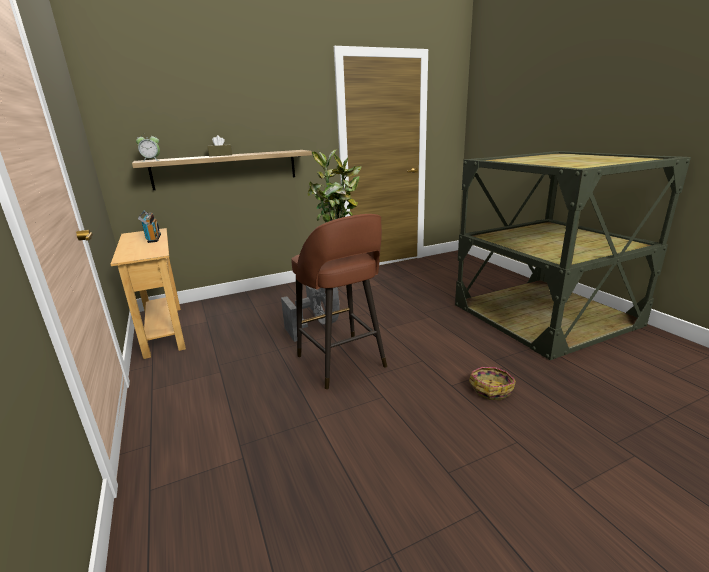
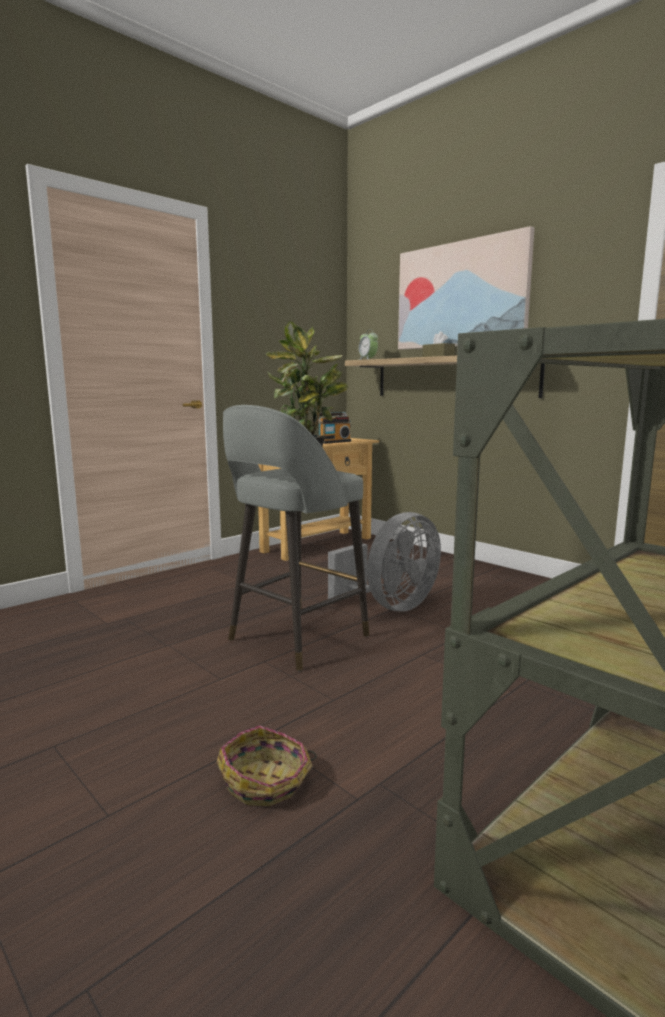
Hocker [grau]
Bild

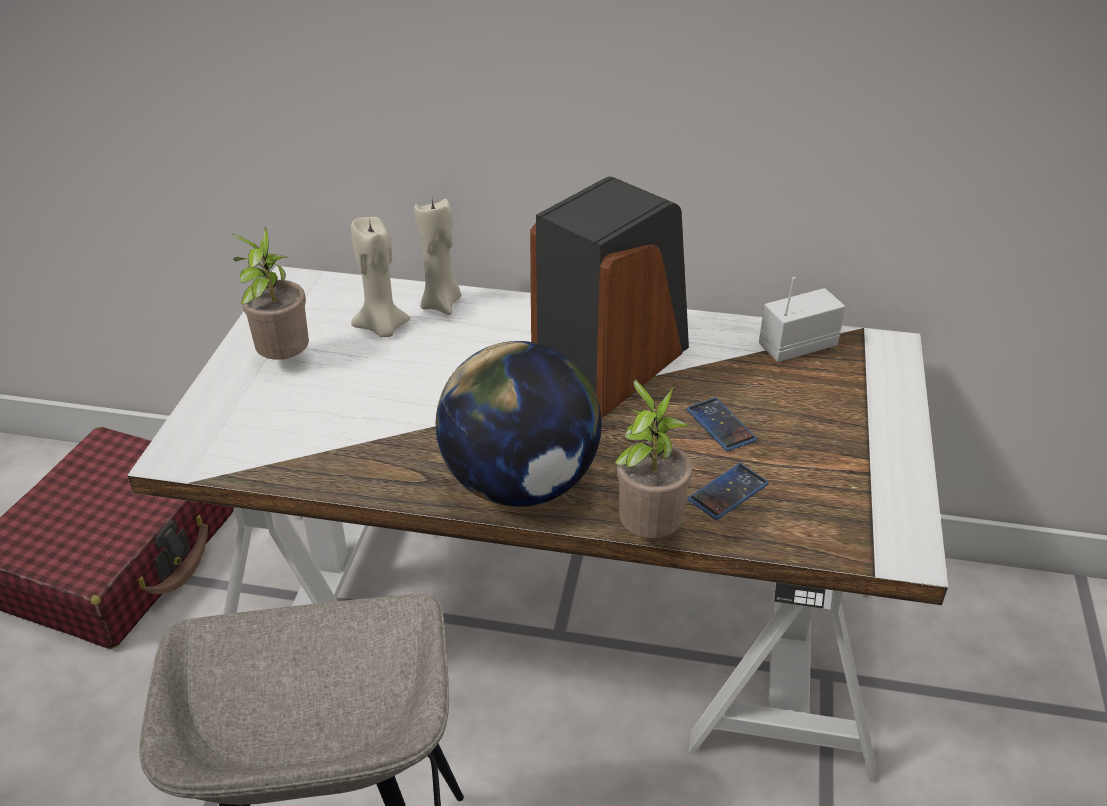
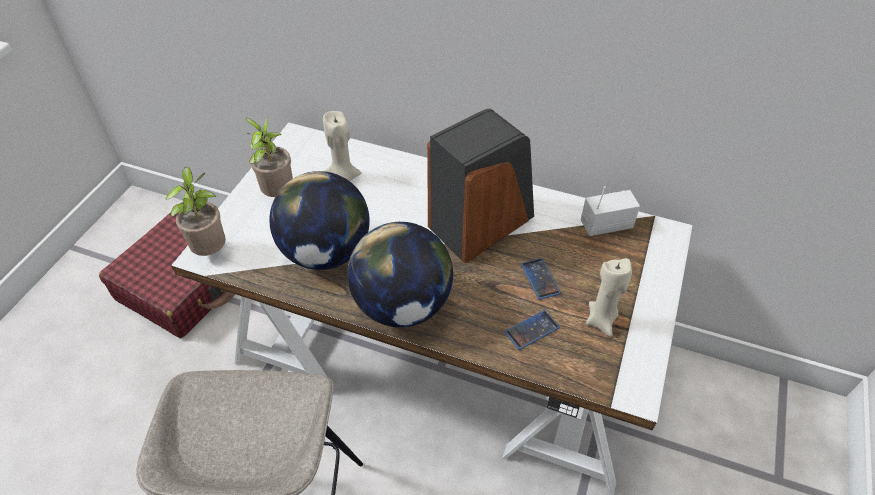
Kerze [beige] (no. 2 from left)
Topfpflanze (no. 1 from left)
Globus (no. 1 from left)

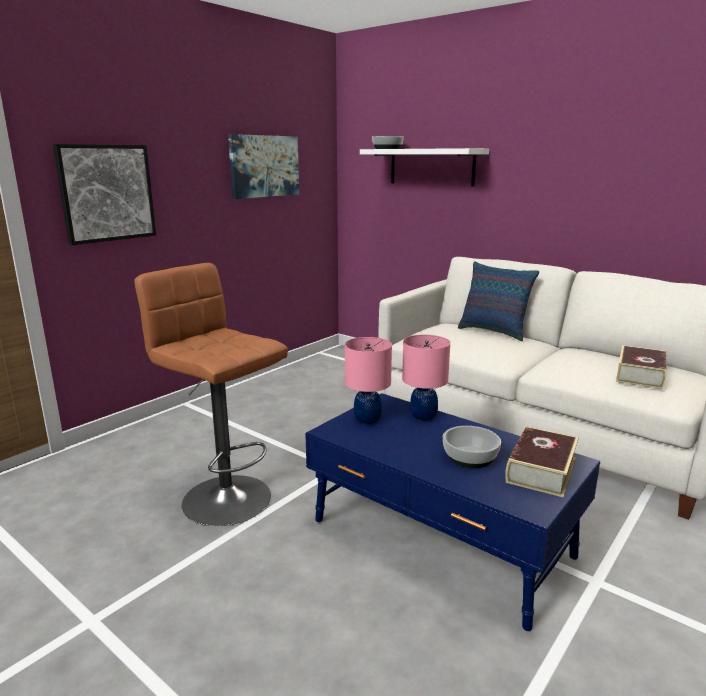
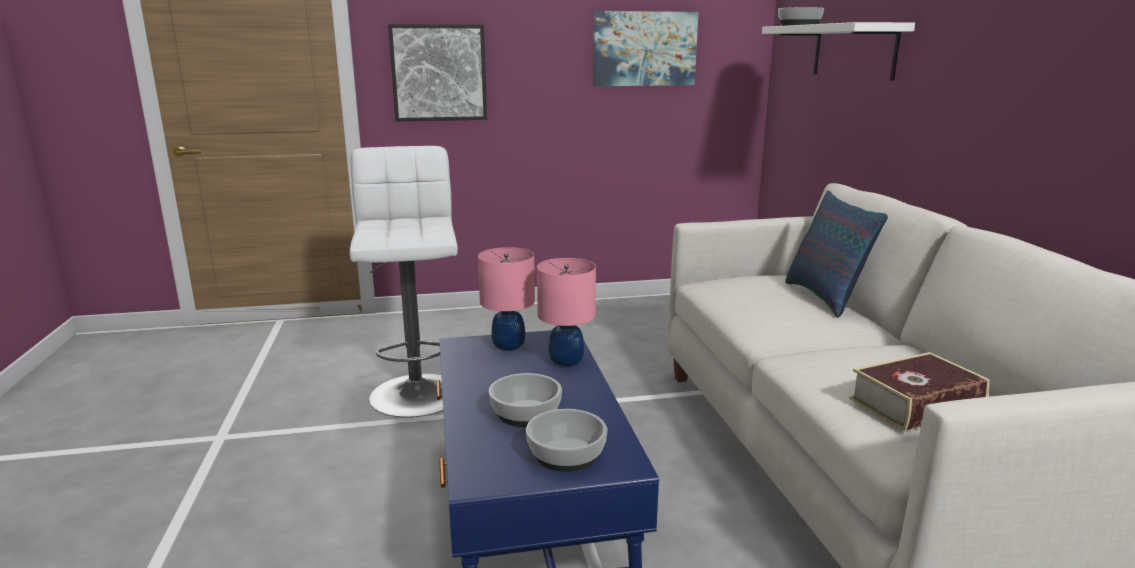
Hocker [weiß]
Schüssel (no. 2 from left)

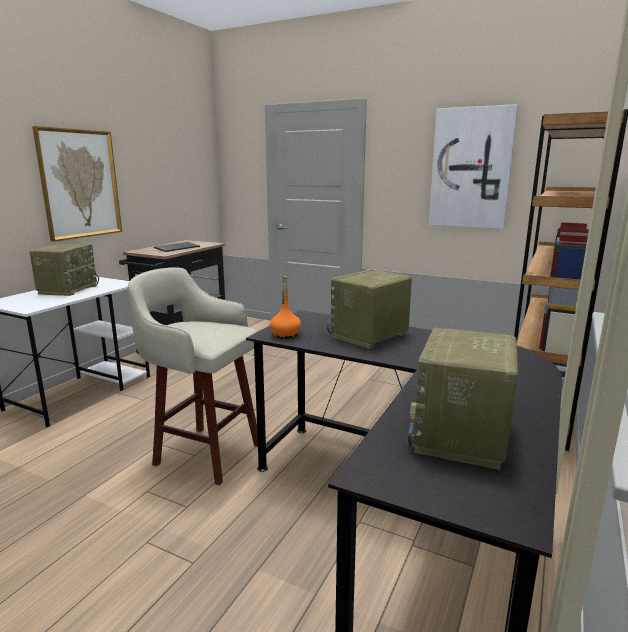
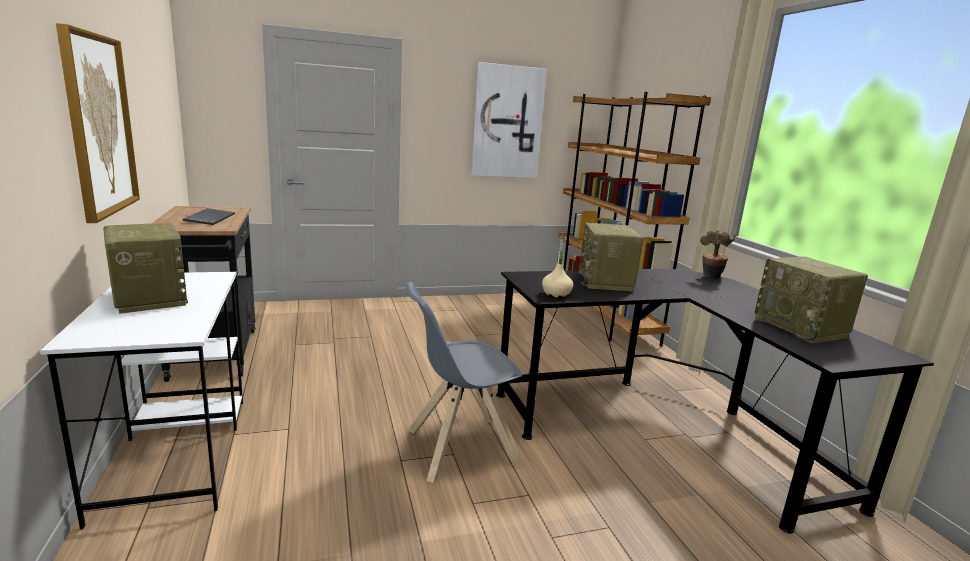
Stuhl [grau]
Flasche [beige]
Topfpflanze

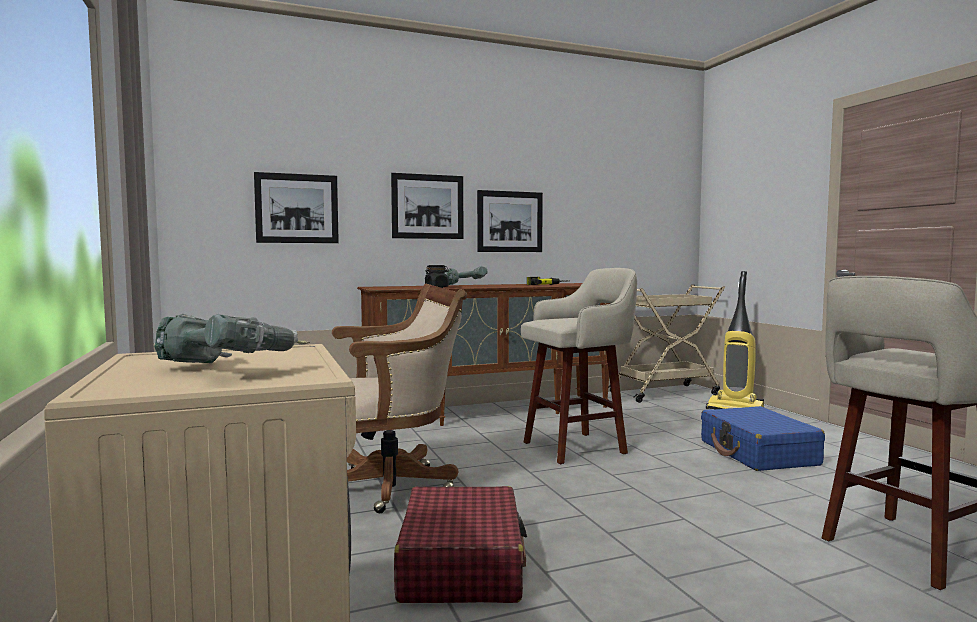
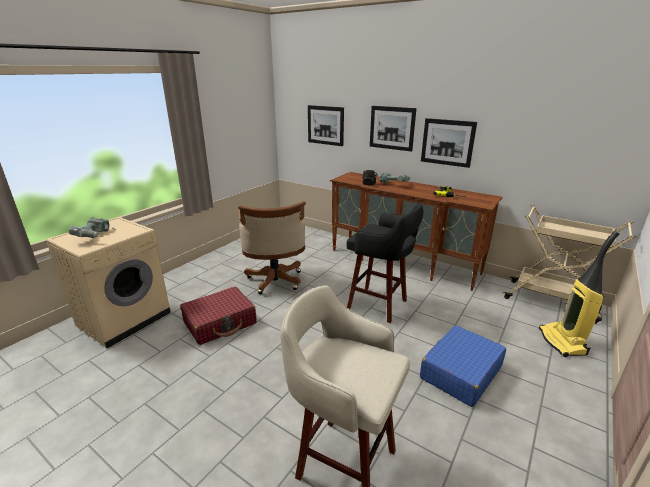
Hocker [schwarz]
Bürostuhl

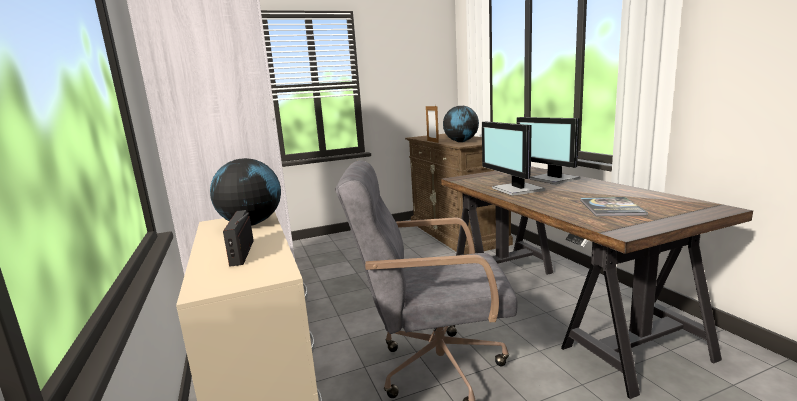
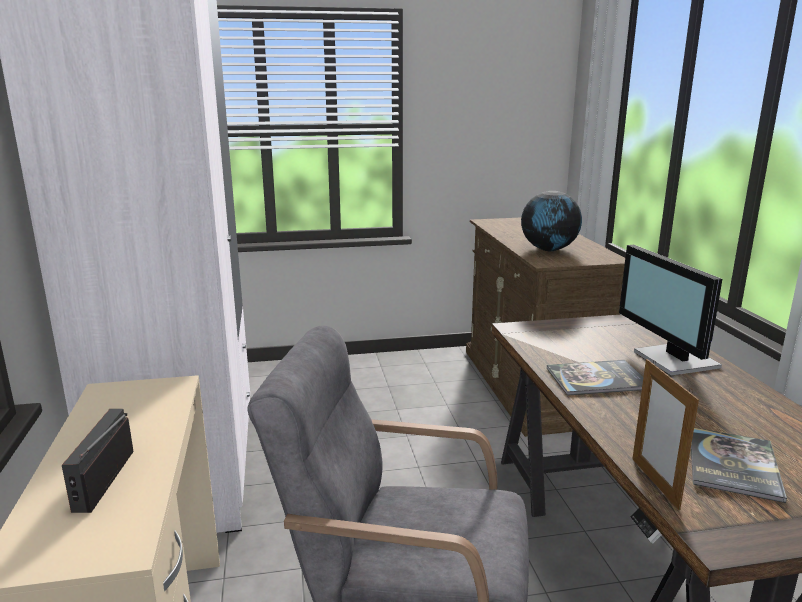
Bilderrahmen
Buch (no. 1 from left)
Globus (no. 1 from left in the first image)

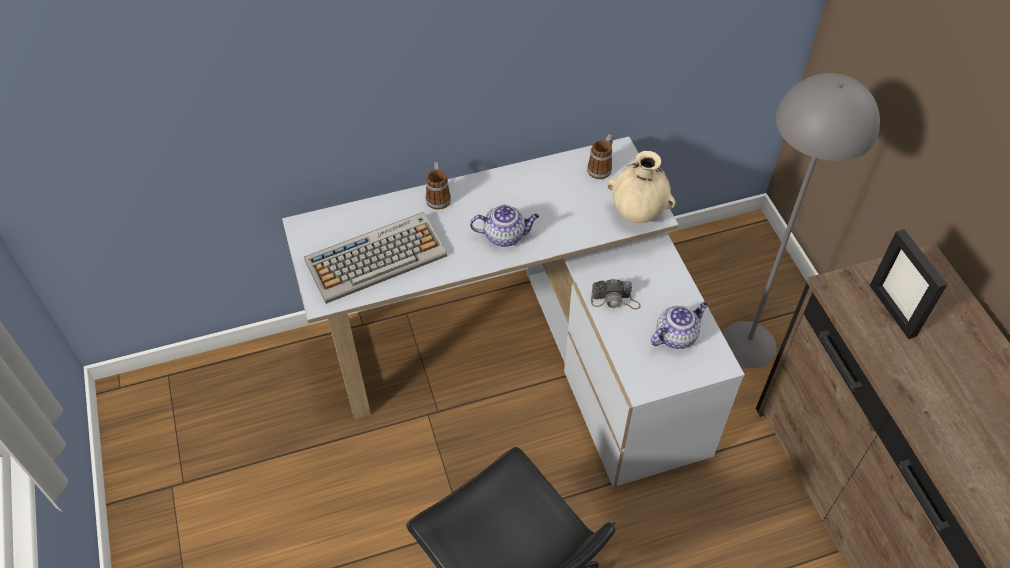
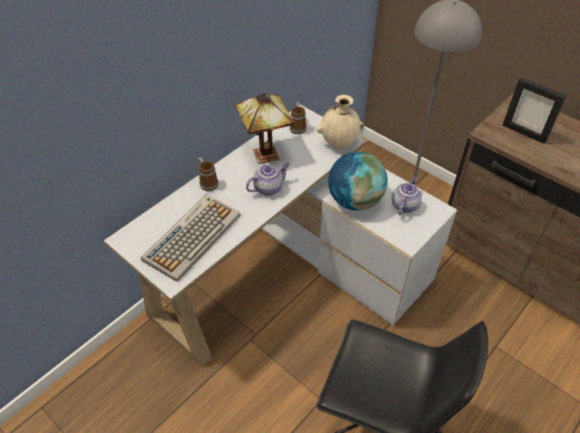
Globus
Tischlampe

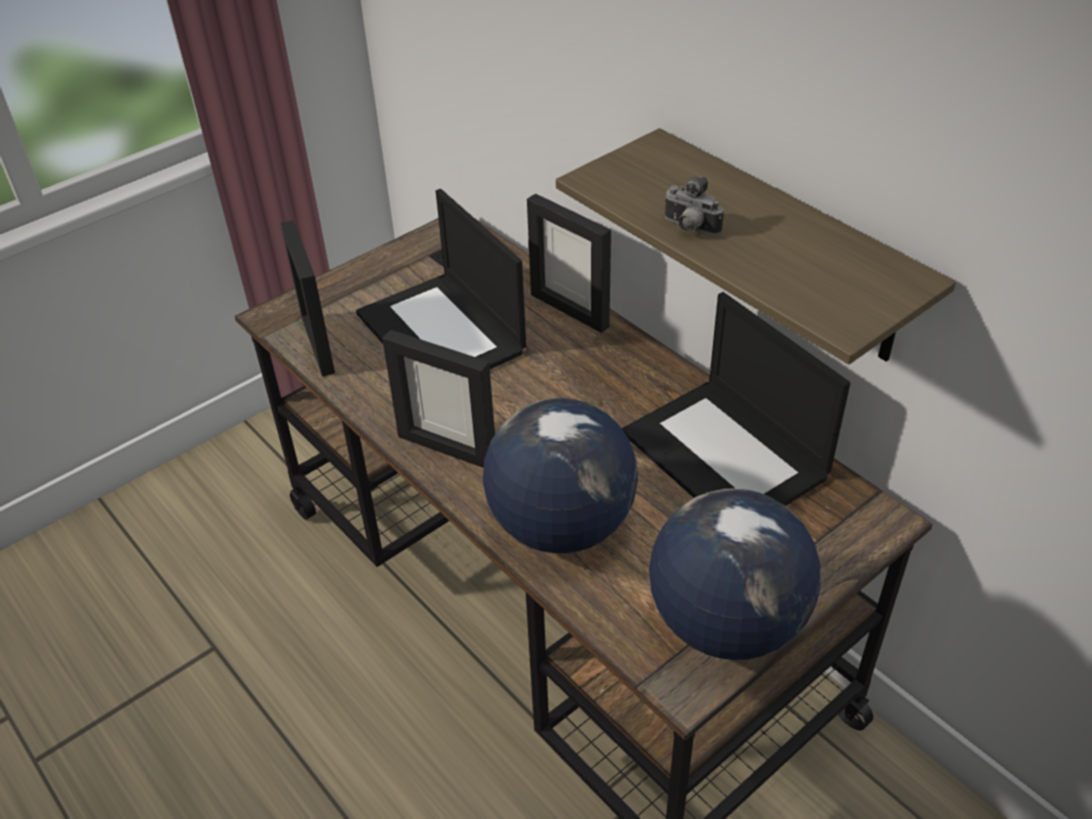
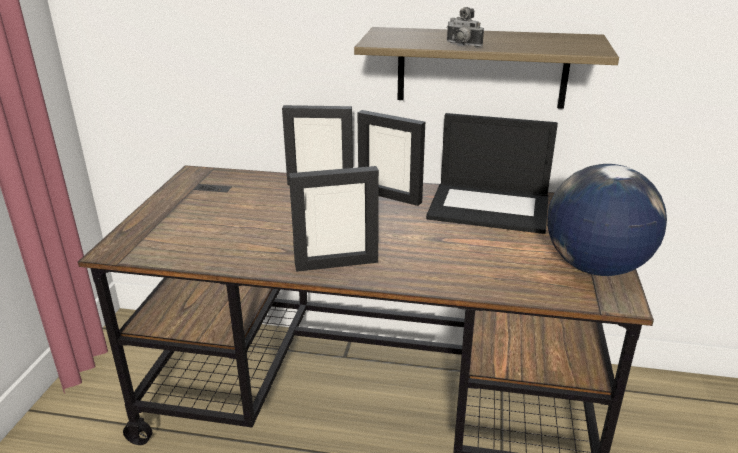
Kamera
Laptop (no. 1 from left in the first image)
Bilderrahmen (no. 3 from left)
Globus (no. 1 from left in the first image)

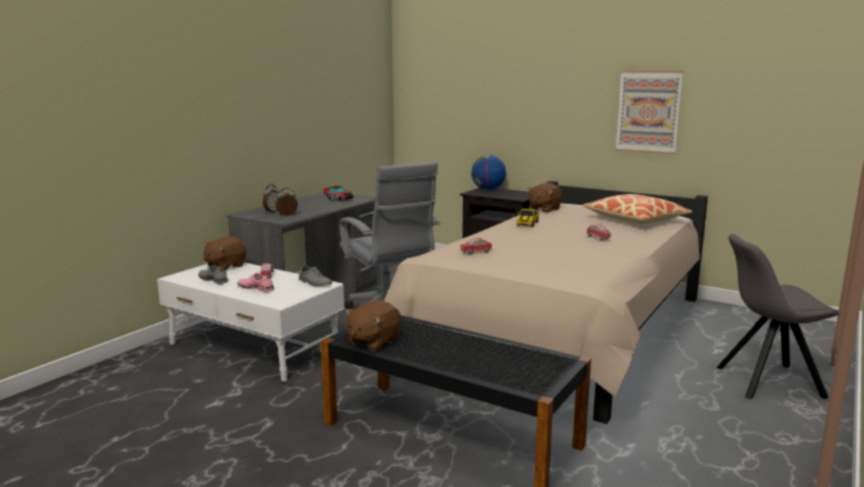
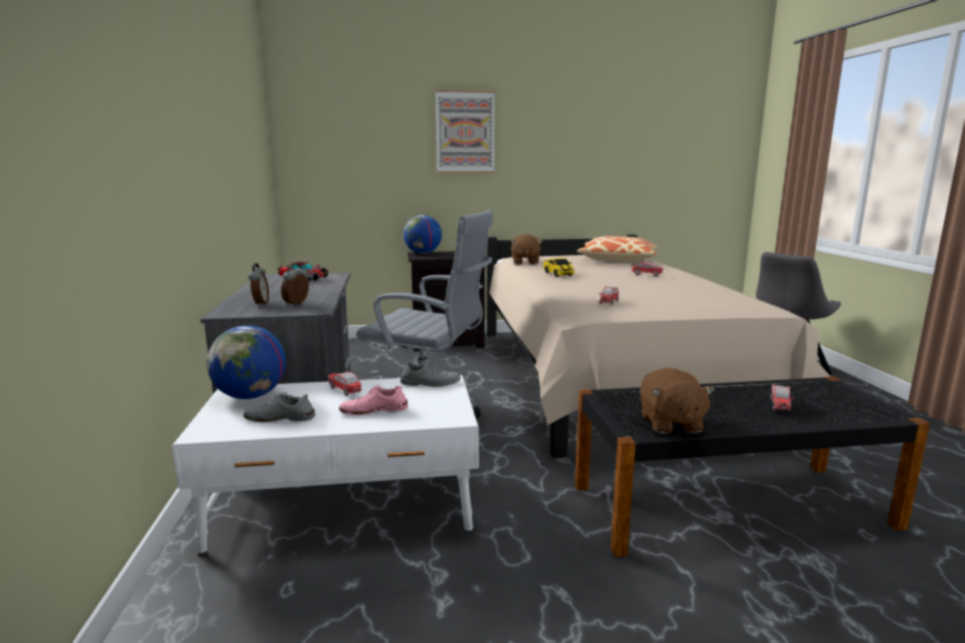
Bild
Globus (no. 1 from left)
Spielzeugauto (no. 5 from left)

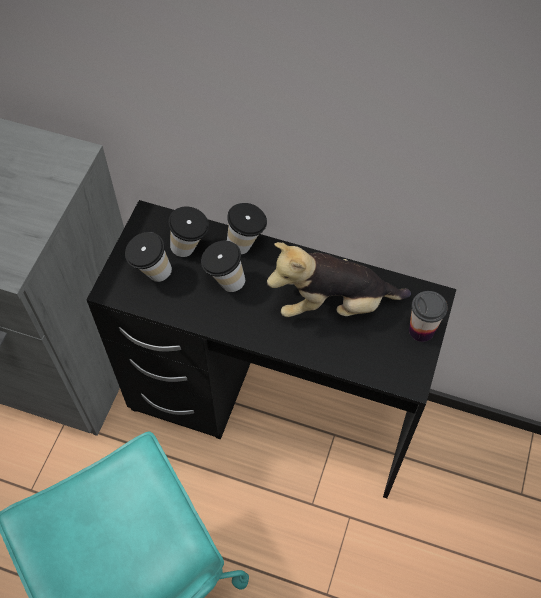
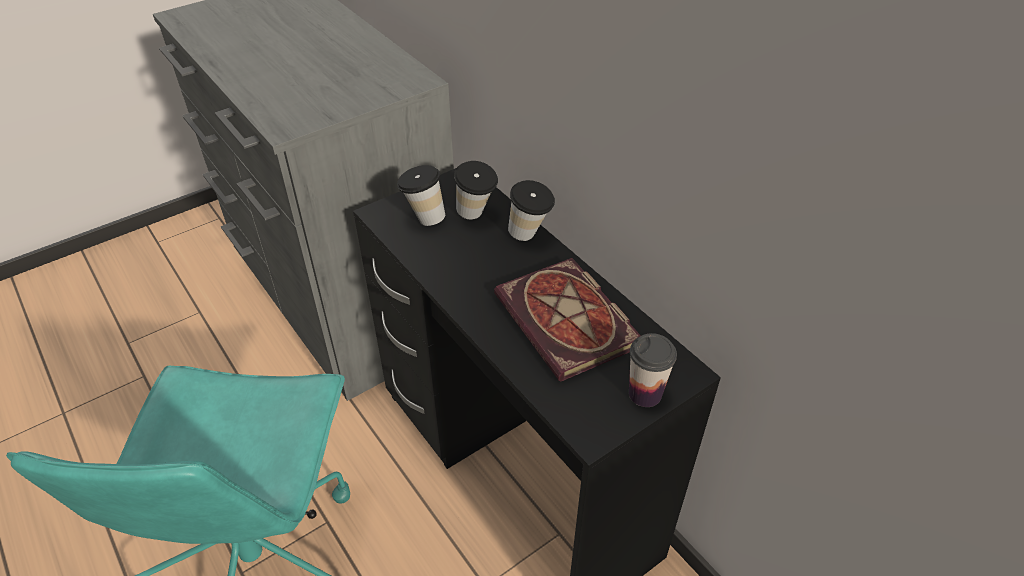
Tasse (no. 3 from left in the first image)
Buch

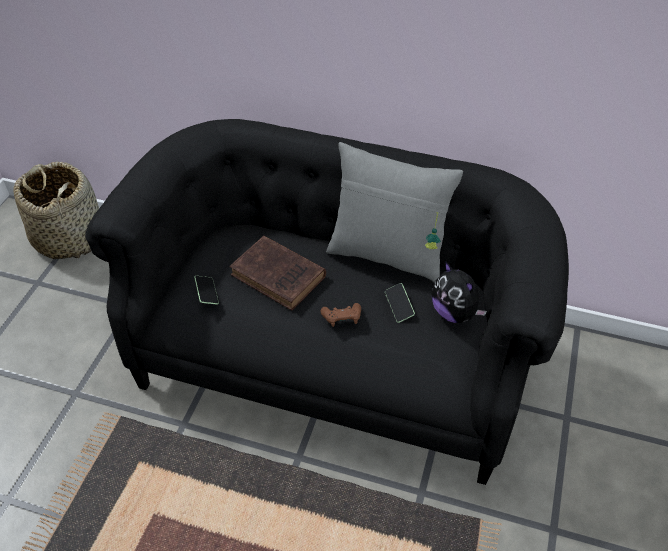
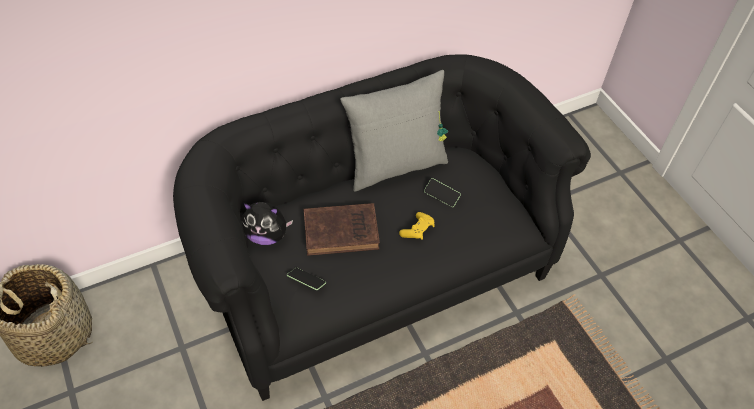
Plüschtier
Gamepad [gelb]

